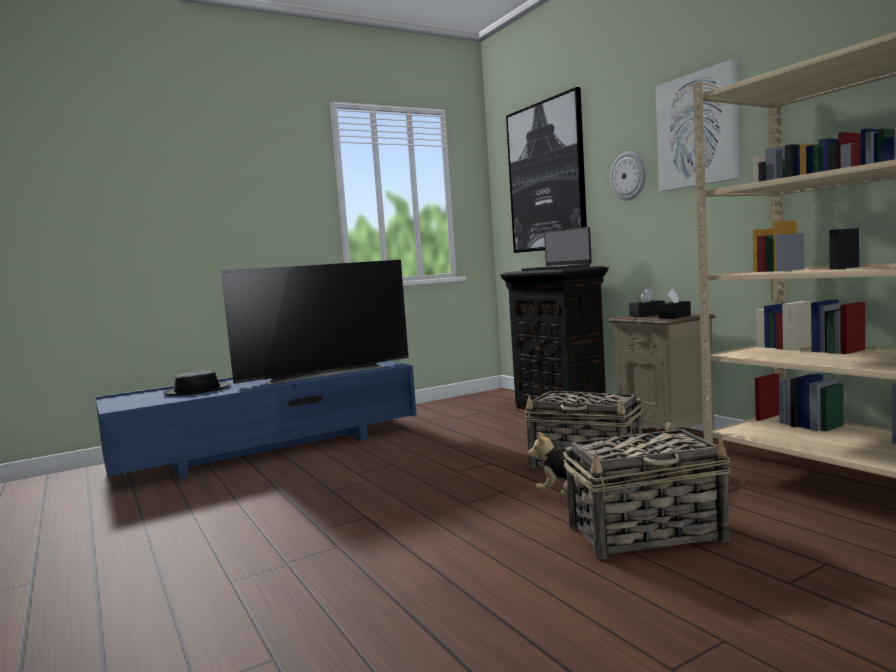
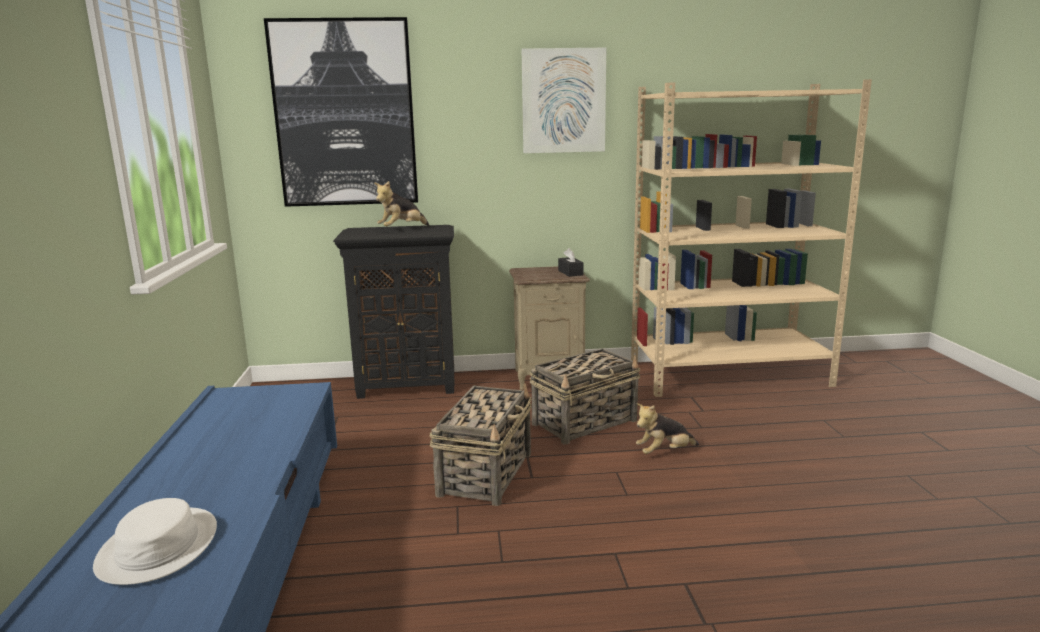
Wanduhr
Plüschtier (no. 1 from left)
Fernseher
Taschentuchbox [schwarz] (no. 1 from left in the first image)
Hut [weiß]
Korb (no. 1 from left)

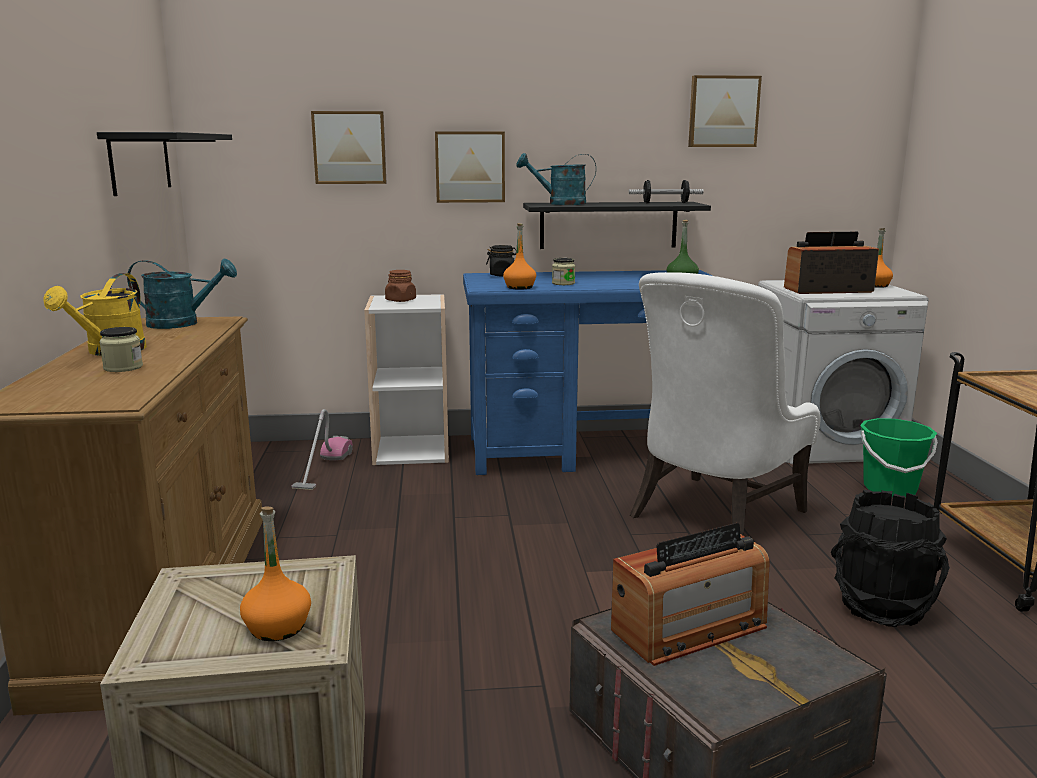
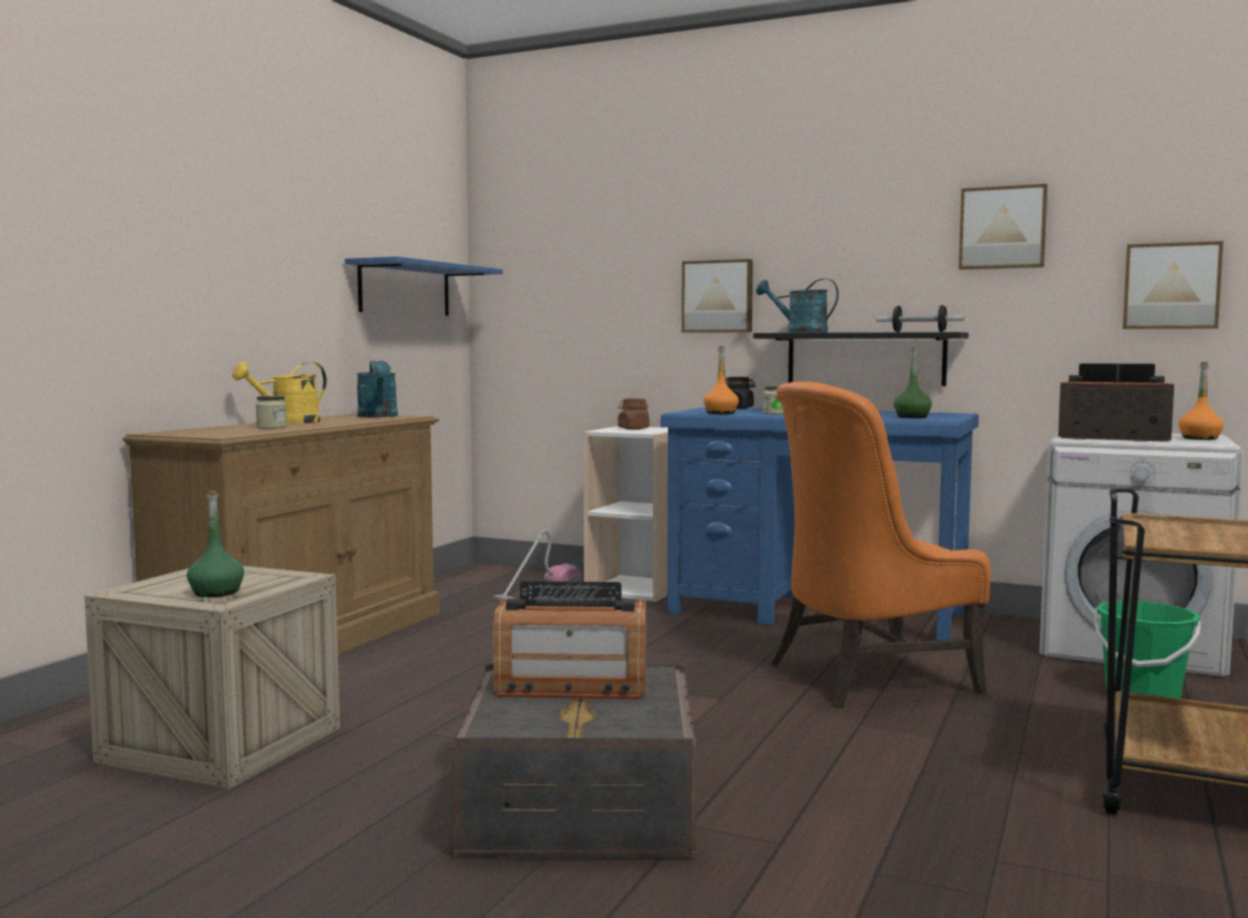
Bild (no. 3 from left)
Wandregal [blau]
Gießkanne [türkis] (no. 1 from left)
Stuhl [orange]
Eimer [schwarz]
Flasche [grün] (no. 1 from left)

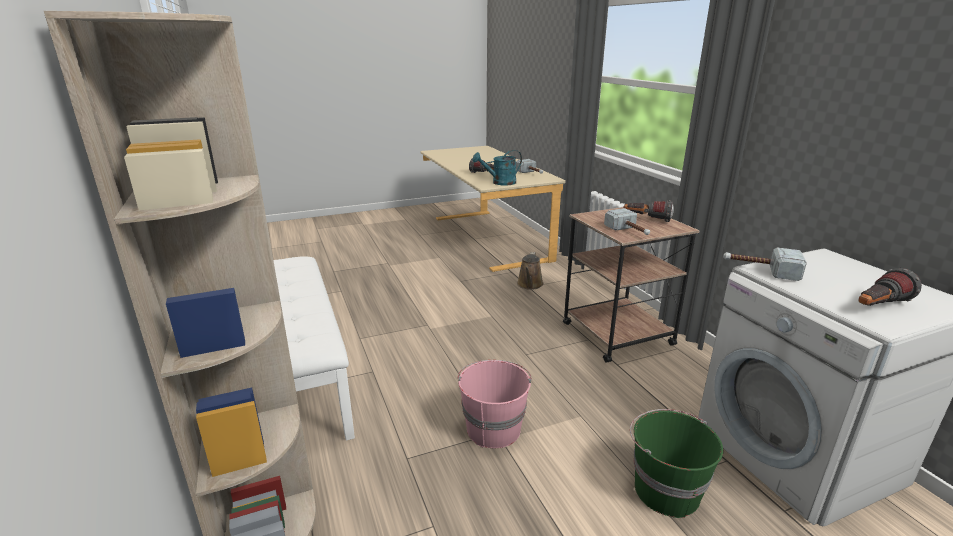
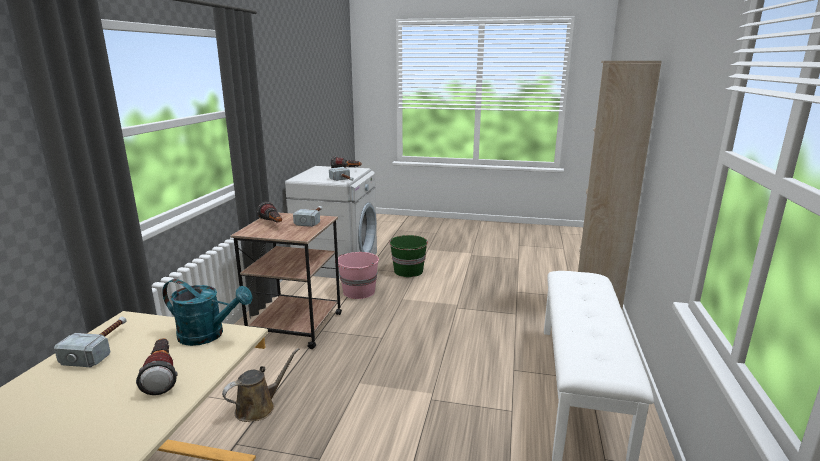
Eimer [rosa]

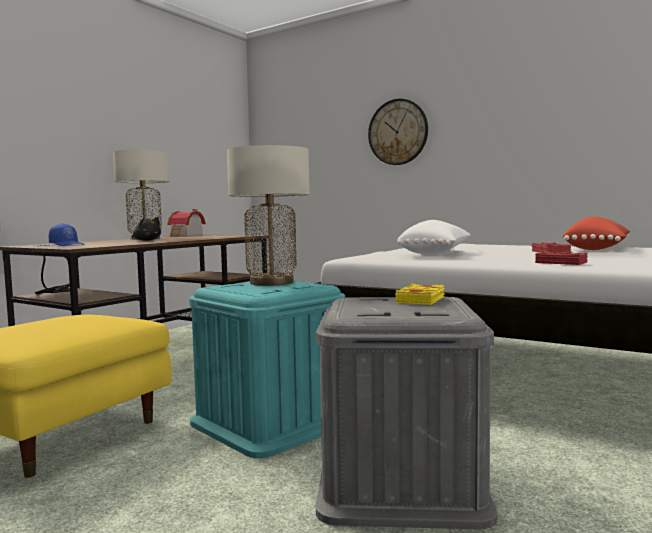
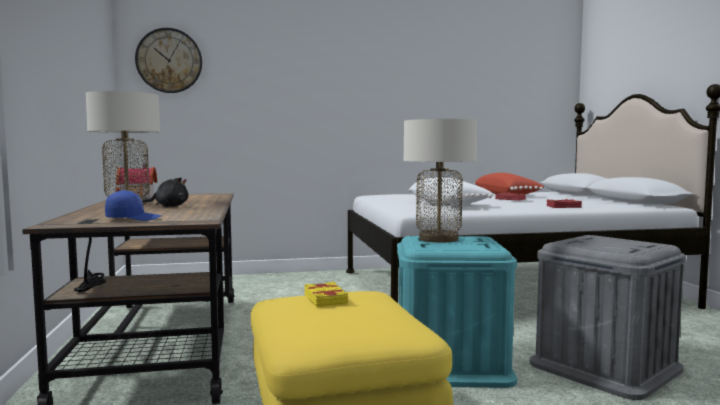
Wanduhr
Buch [gelb]

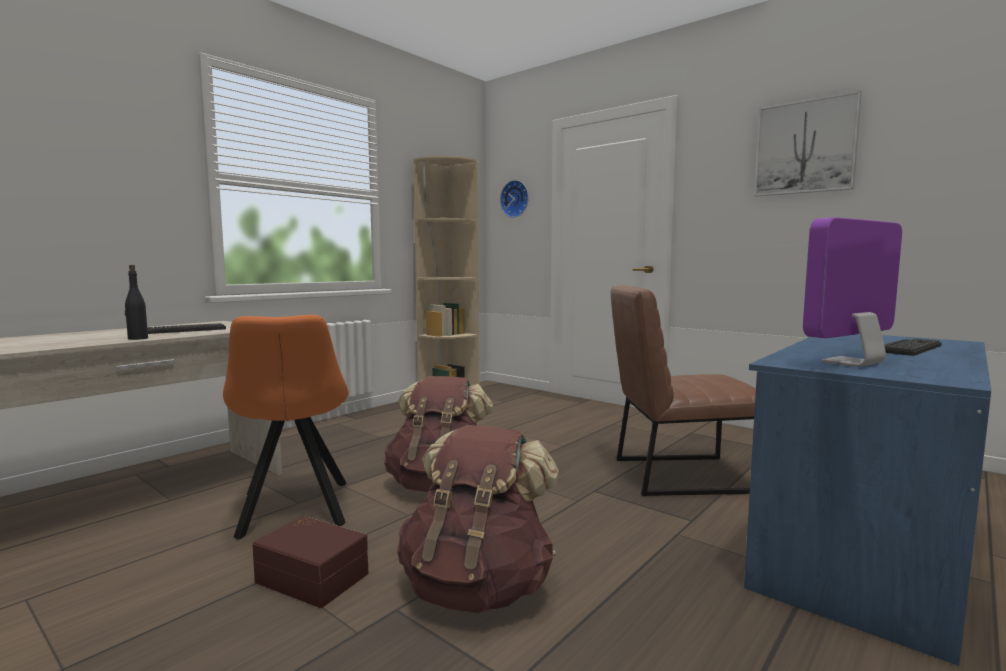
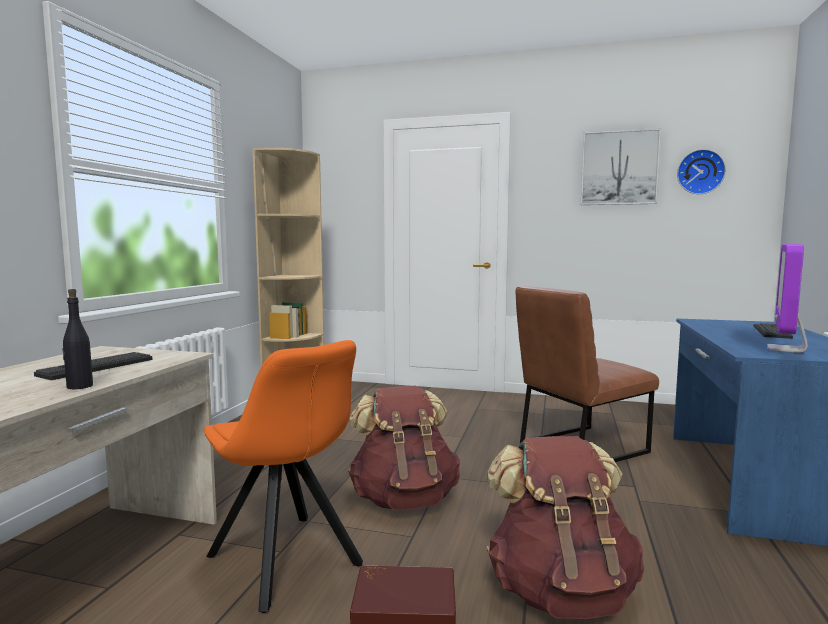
Wanduhr

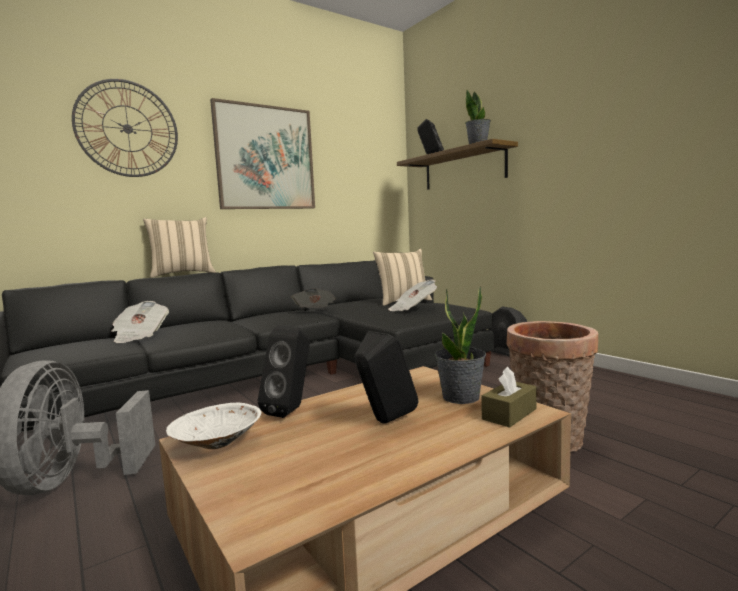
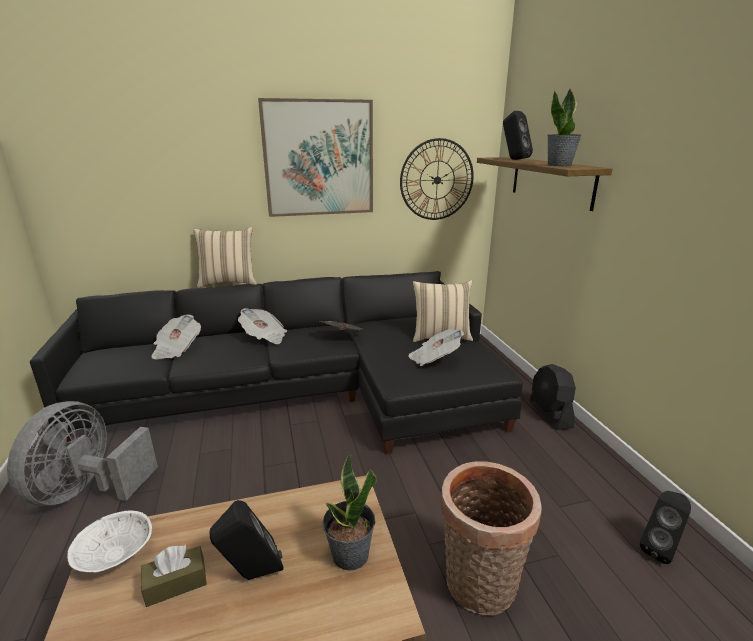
Wanduhr
Lautsprecher [schwarz] (no. 3 from left)
Taschentuchbox [braun]
Zeitung (no. 2 from left)

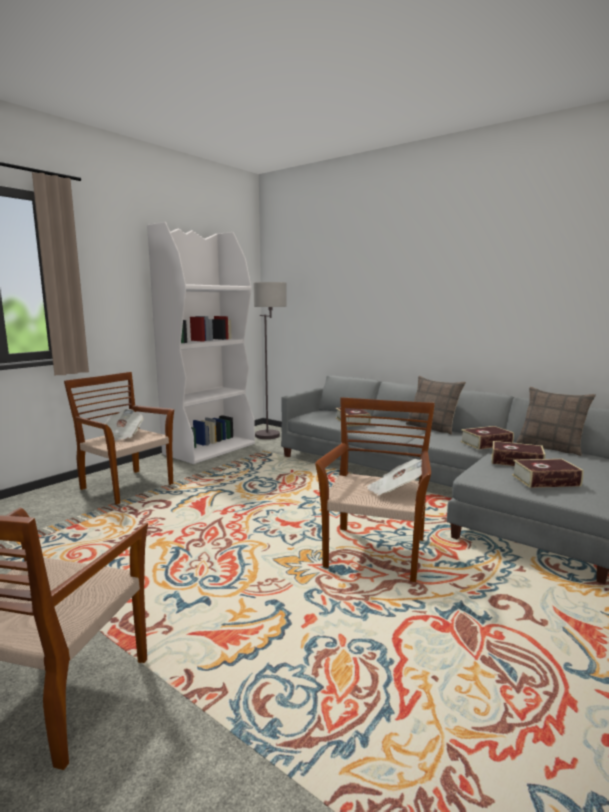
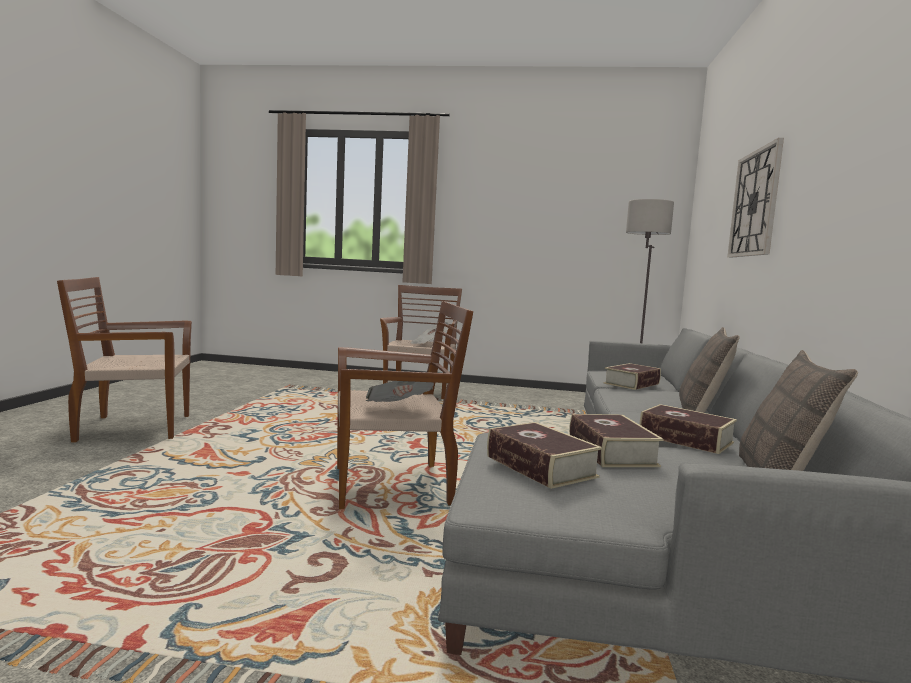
Bücherregal [weiß]
Wanduhr

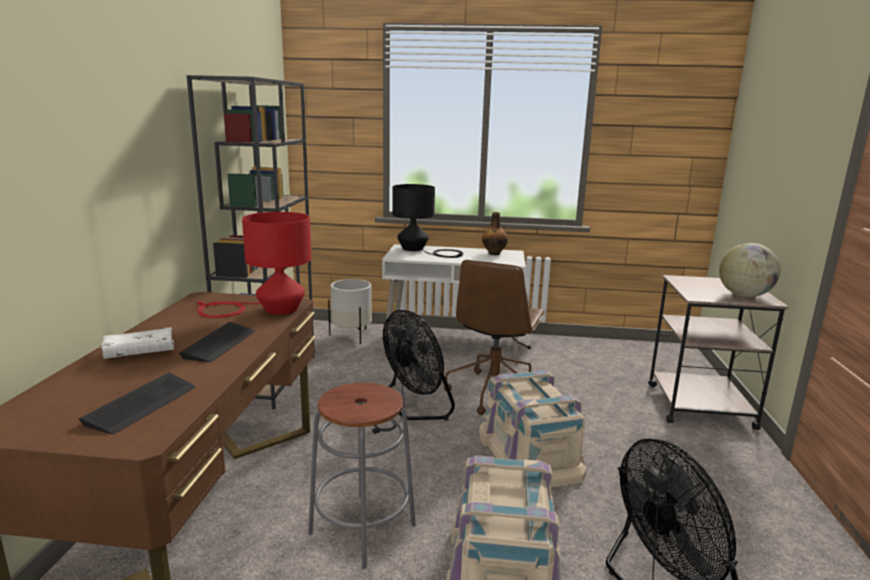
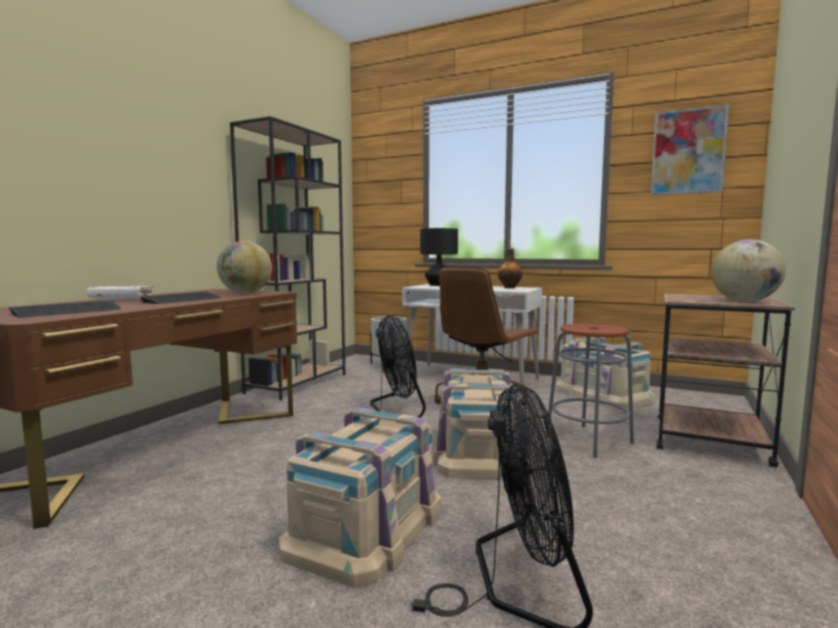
Globus (no. 1 from left)
Hocker [grau]
Bild
Aufbewahrungsbox [beige] (no. 3 from left)

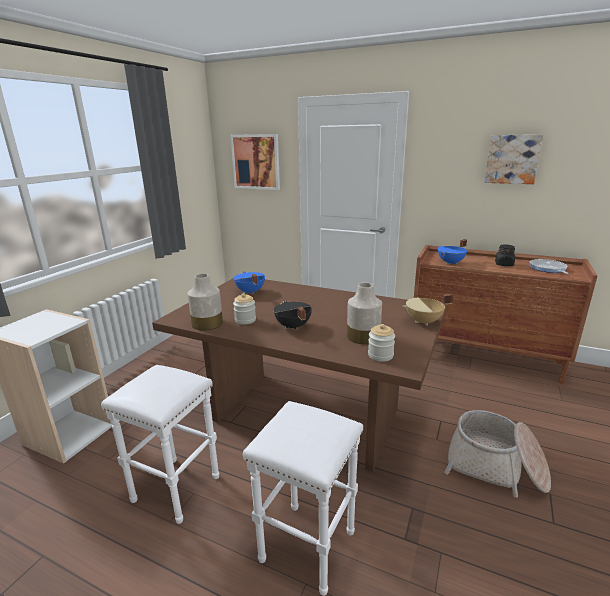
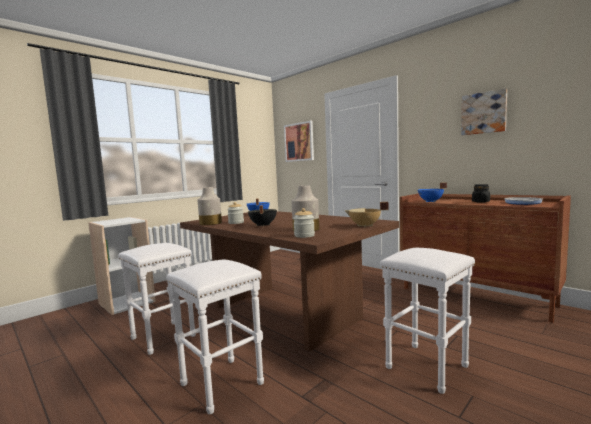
Hocker [weiß] (no. 3 from left)

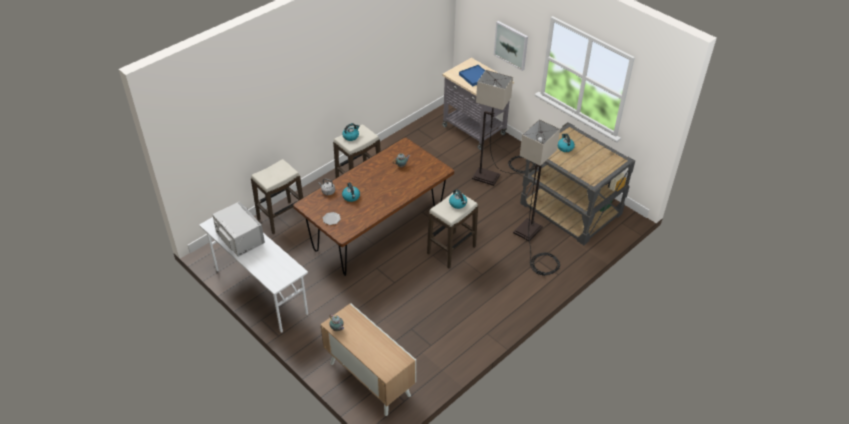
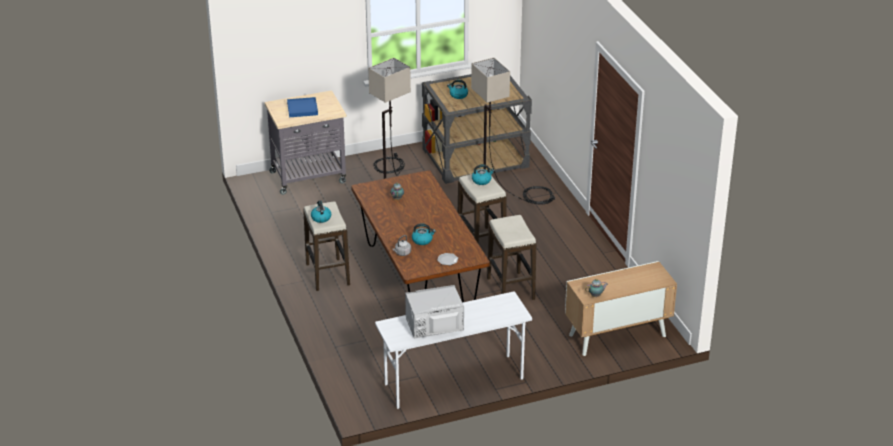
Bild
Hocker (no. 3 from left)

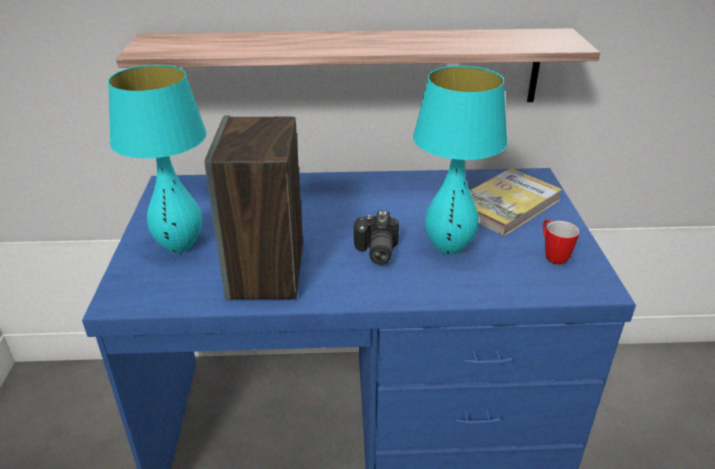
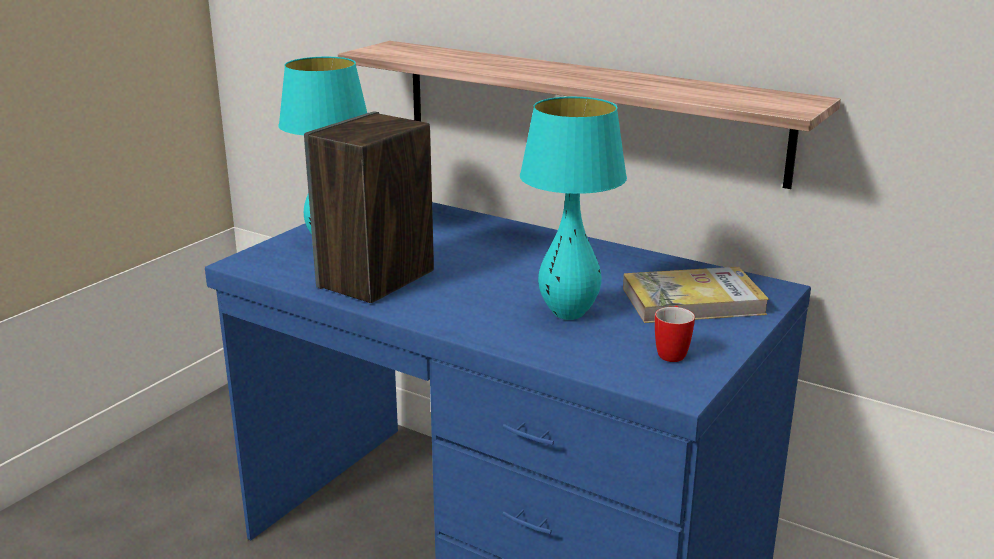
Kamera

